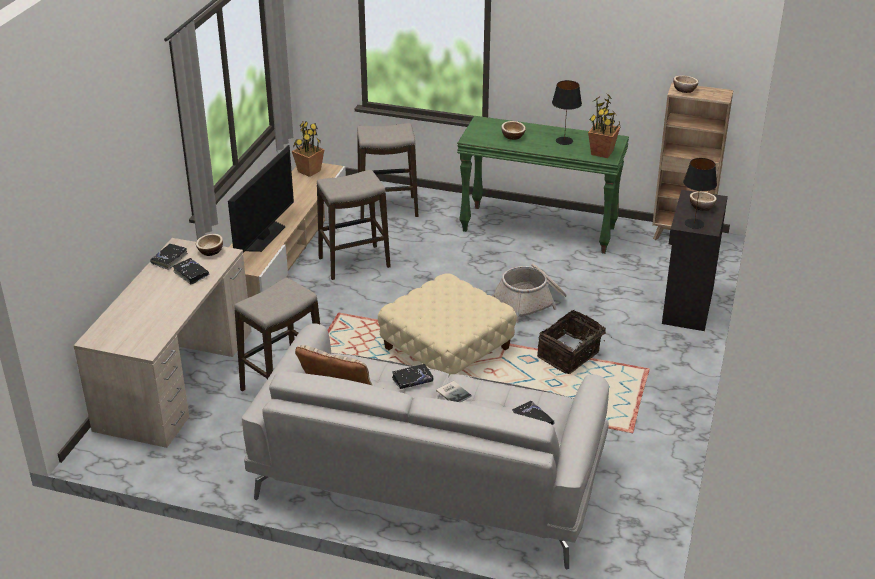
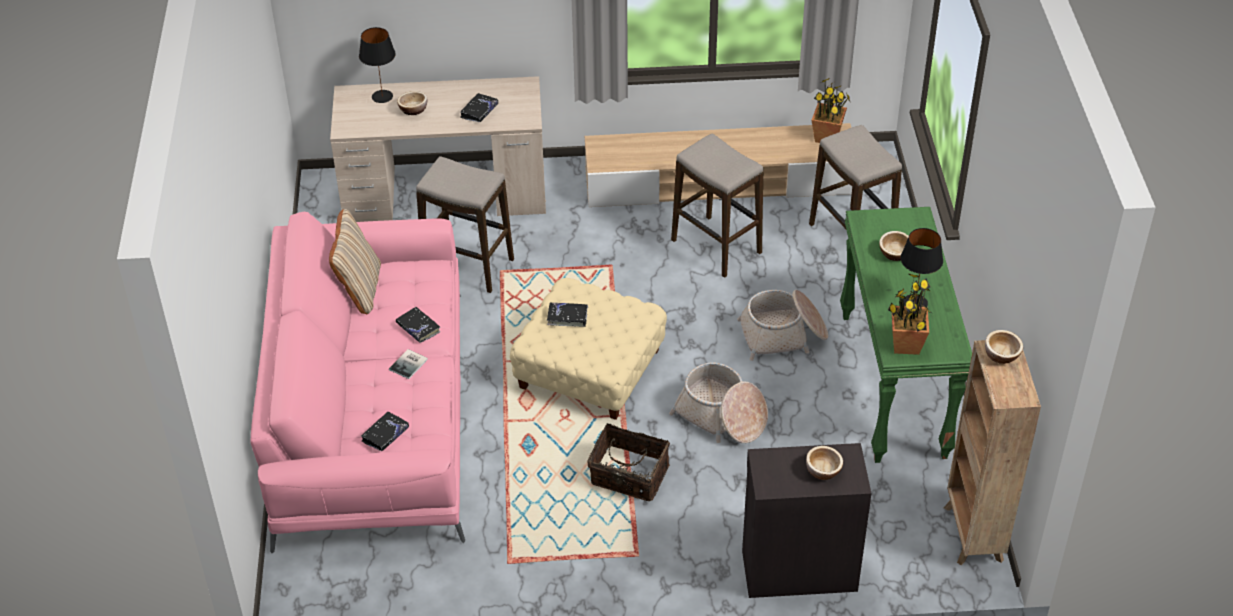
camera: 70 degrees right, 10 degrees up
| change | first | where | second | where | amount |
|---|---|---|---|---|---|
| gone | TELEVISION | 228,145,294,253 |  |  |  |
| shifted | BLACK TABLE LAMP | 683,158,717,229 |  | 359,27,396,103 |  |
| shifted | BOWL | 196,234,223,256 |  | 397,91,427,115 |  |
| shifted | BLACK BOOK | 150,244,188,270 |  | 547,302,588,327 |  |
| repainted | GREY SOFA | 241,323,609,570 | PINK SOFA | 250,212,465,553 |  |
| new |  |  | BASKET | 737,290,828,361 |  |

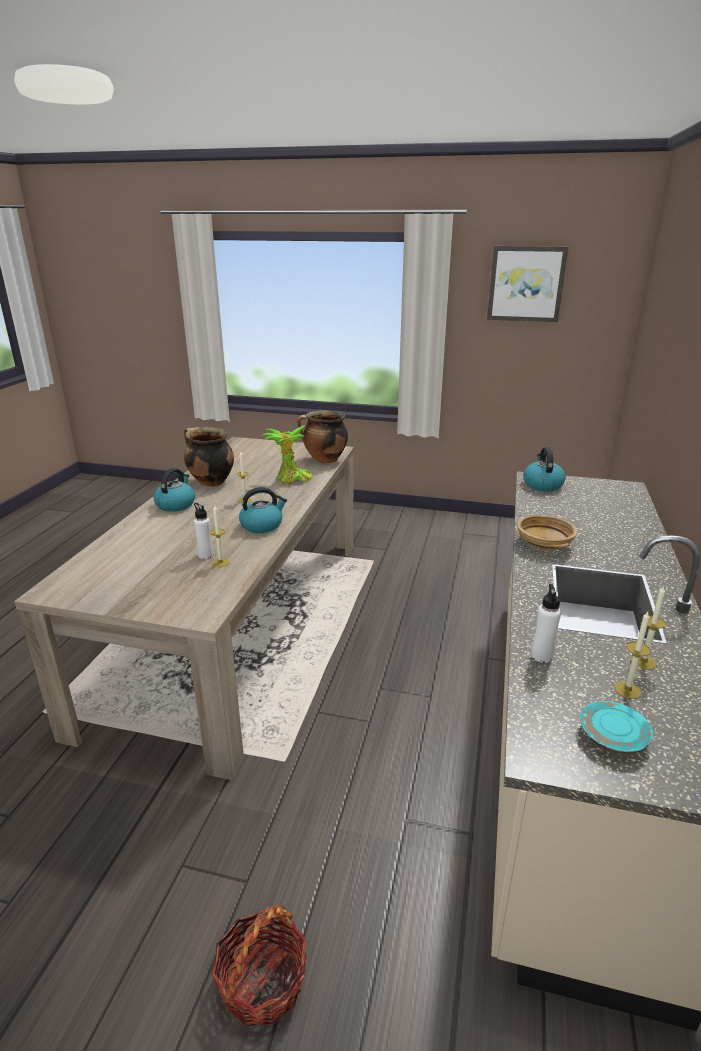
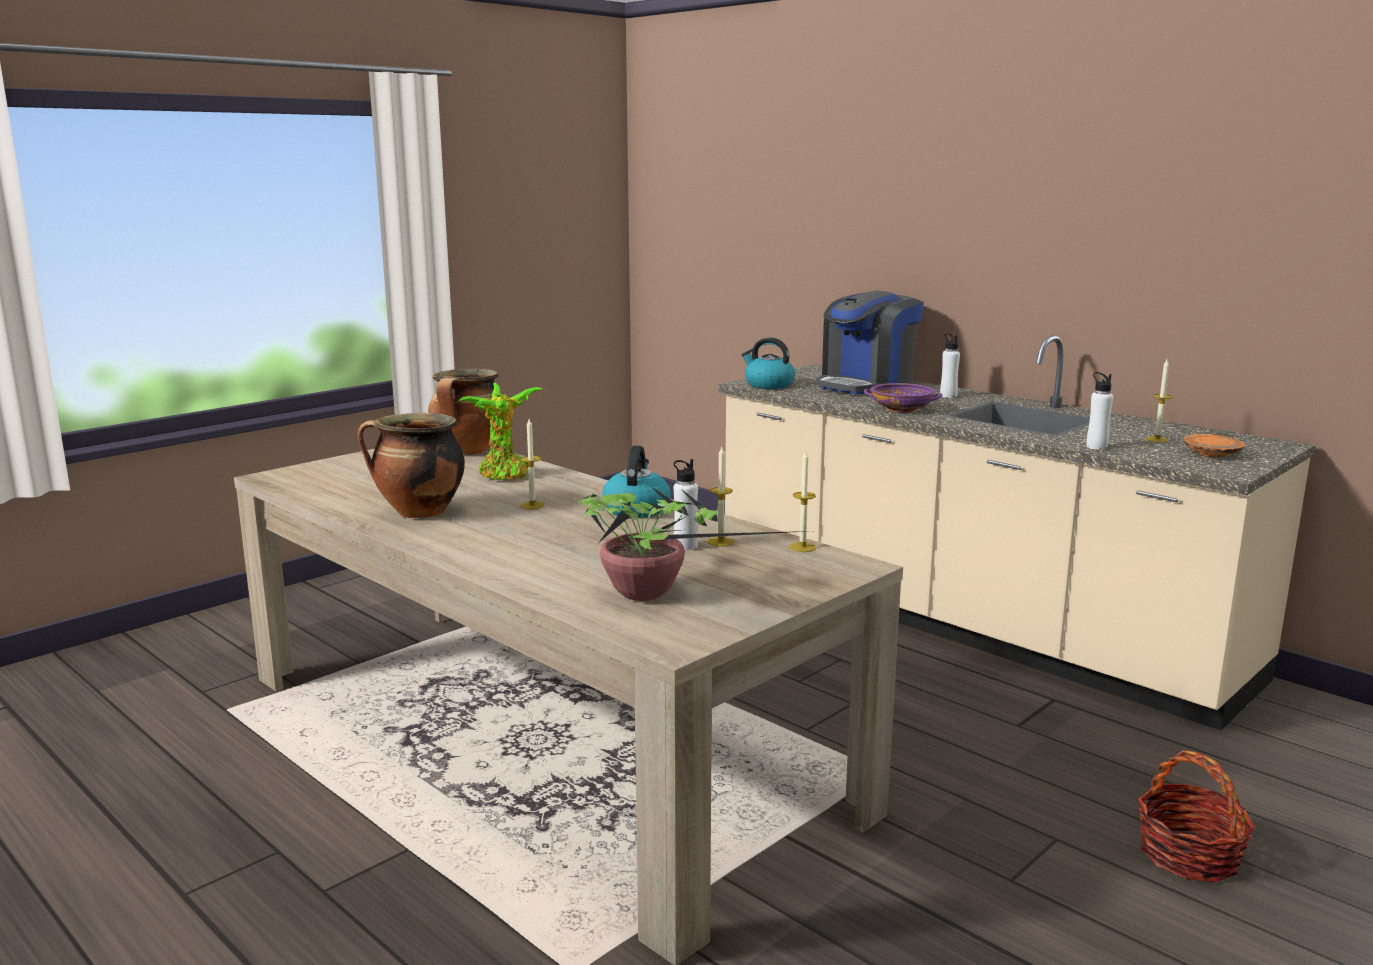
camera: 60 degrees left, 10 degrees down
| change | first | where | second | where | amount |
|---|---|---|---|---|---|
| gone | PICTURE | 487,246,568,322 |  |  |  |
| gone | KETTLE | 154,468,195,512 |  |  |  |
| repainted | BEIGE BOWL | 517,515,577,550 | PURPLE BOWL | 864,383,943,413 |  |
| shifted | CANDLE | 631,586,666,670 |  | 789,451,816,552 |  |
| repainted | TURQUOISE PLATE | 580,701,653,754 | ORANGE PLATE | 1184,434,1245,458 |  |
| new |  |  | COFFEE MACHINE | 815,291,924,394 |  |
| new |  |  | WHITE BOTTLE | 940,333,960,398 |  |
| new |  |  | POTTED PLANT | 573,487,807,601 |  |

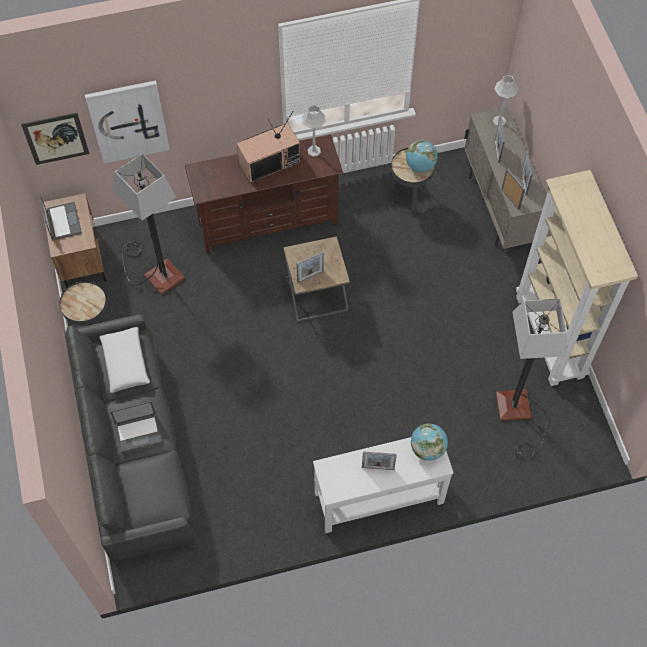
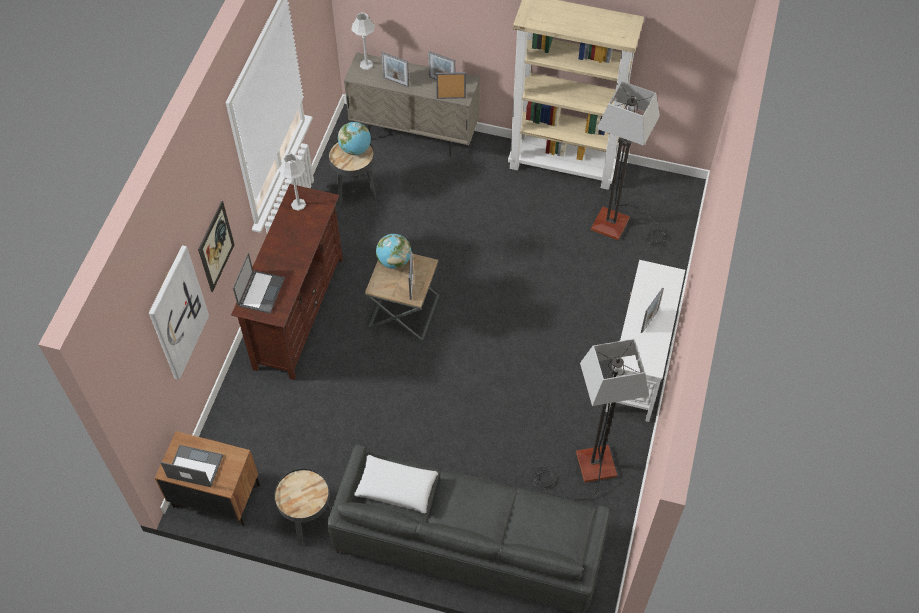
camera: 60 degrees left, 5 degrees down
| change | first | where | second | where | amount |
|---|---|---|---|---|---|
| gone | TELEVISION | 237,111,300,183 |  |  |  |
| shifted | PICTURE | 21,113,89,165 |  | 198,201,235,292 |  |
| shifted | FLOOR LAMP | 112,153,185,295 |  | 533,339,649,500 |  |
| shifted | LAPTOP | 110,401,162,453 |  | 233,253,285,314 |  |
| shifted | GLOBE | 411,424,448,461 |  | 376,234,411,269 |  |

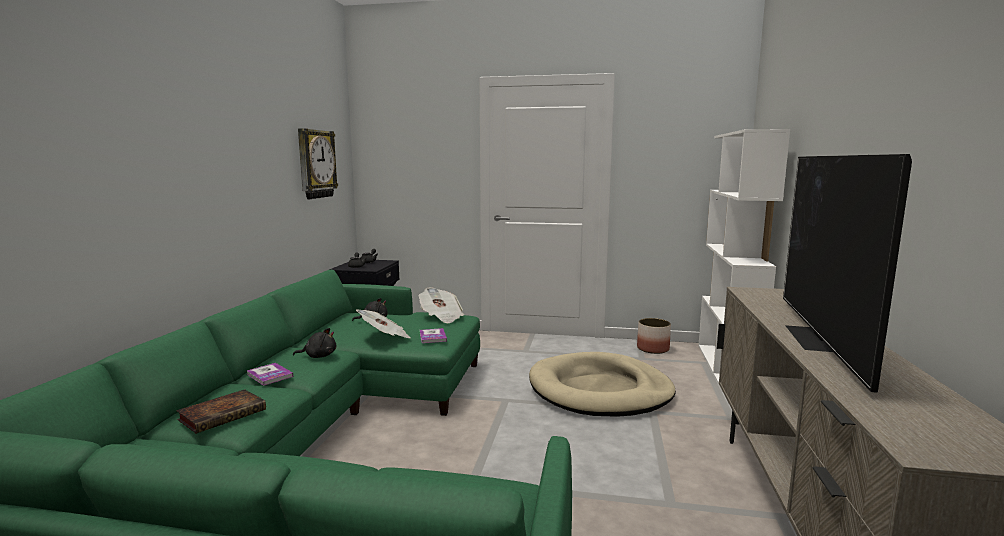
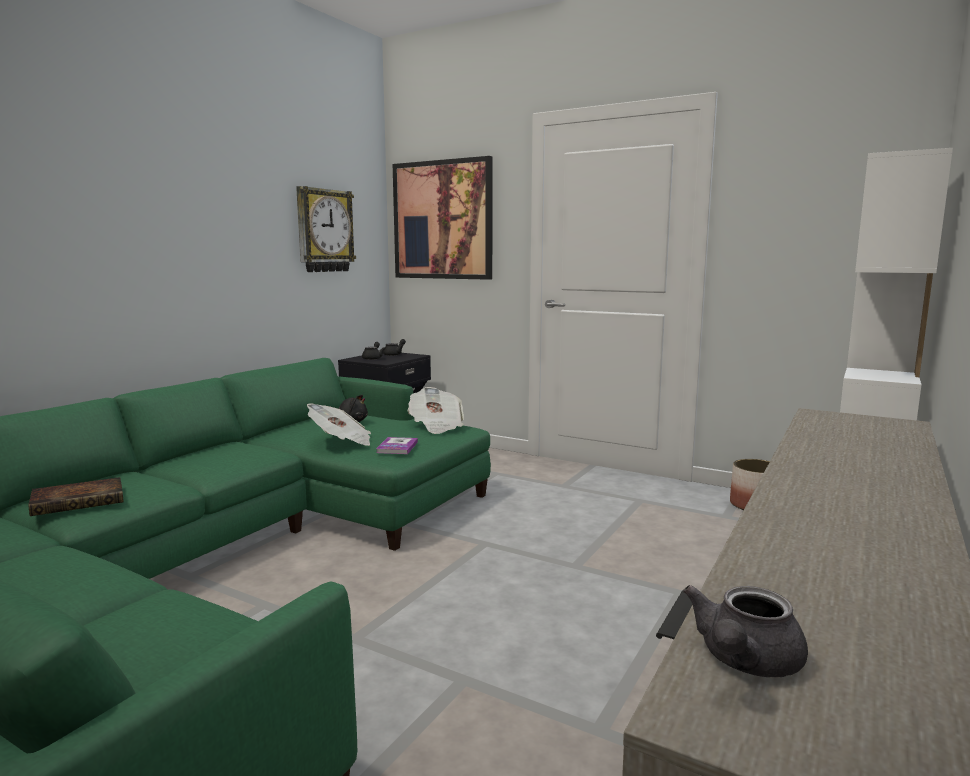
camera: 20 degrees right, 0 degrees up
| change | first | where | second | where | amount |
|---|---|---|---|---|---|
| gone | TELEVISION | 783,154,912,393 |  |  |  |
| gone | BLACK PLUSH TOY | 293,328,336,358 |  |  |  |
| gone | BEIGE DOG BED | 529,352,676,417 |  |  |  |
| gone | BOOK | 247,363,293,386 |  |  |  |
| new |  |  | PICTURE | 393,156,493,280 |  |
| new |  |  | GREY TEAPOT | 683,585,808,677 |  |

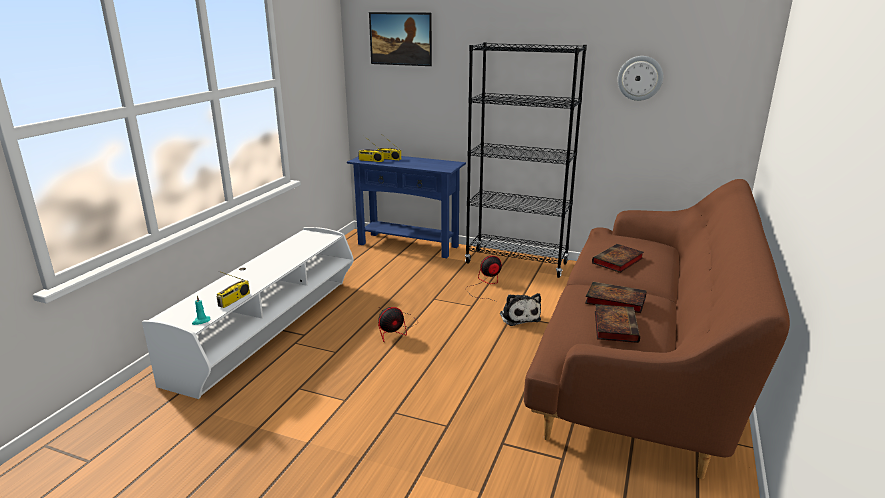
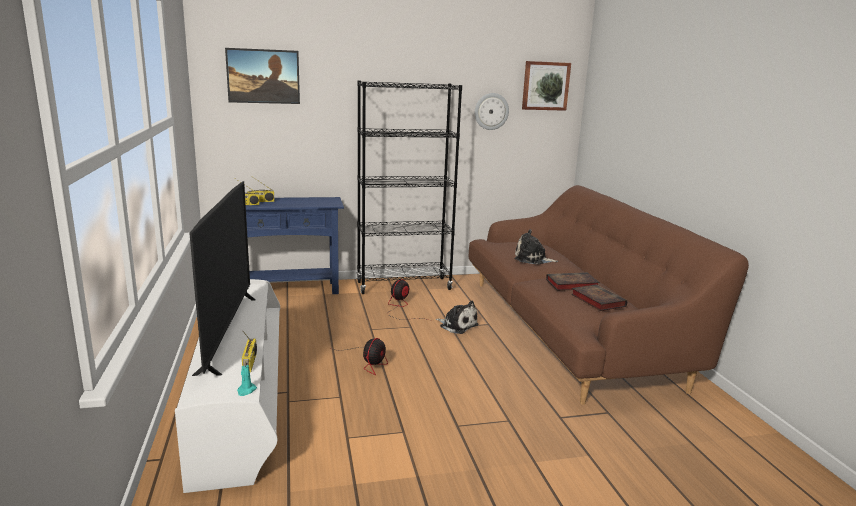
camera: 35 degrees left, 5 degrees down
| change | first | where | second | where | amount |
|---|---|---|---|---|---|
| swapped | BOOK | 592,244,644,273 | PLUSH TOY | 514,229,558,264 |  |
| new |  |  | PICTURE | 522,61,571,111 |  |
| new |  |  | TELEVISION | 189,181,256,376 |  |

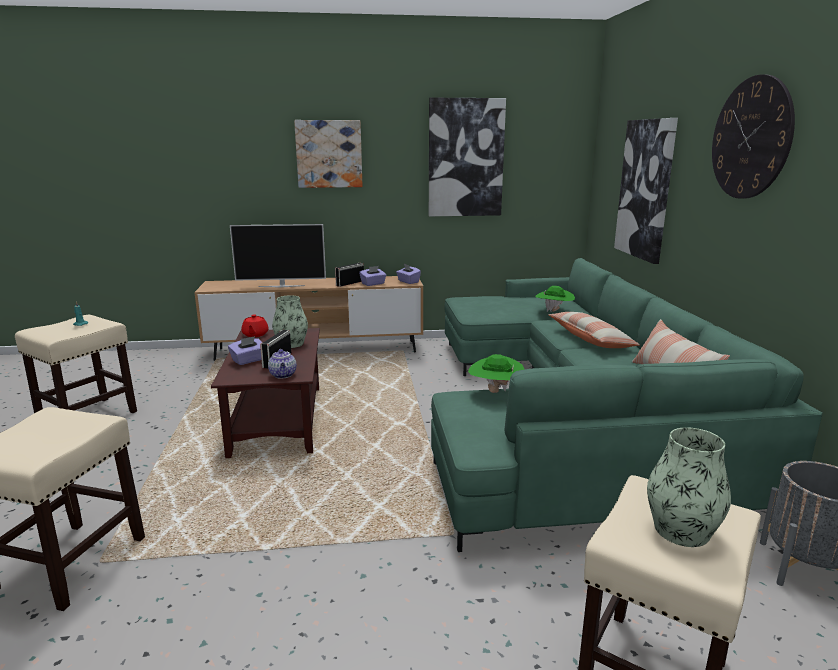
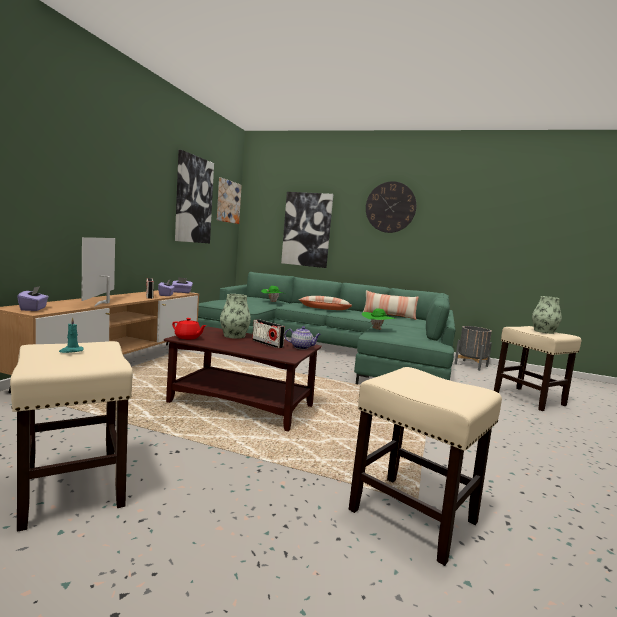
camera: 65 degrees left, 10 degrees down
| change | first | where | second | where | amount |
|---|---|---|---|---|---|
| shifted | PICTURE | 294,120,362,188 |  | 217,178,242,224 |  |
| rotated | TELEVISION | 230,224,326,287 |  | 82,237,115,306 | 150 degrees clockwise |
| shifted | PURPLE TISSUE BOX | 228,336,262,365 |  | 17,286,49,311 |  |

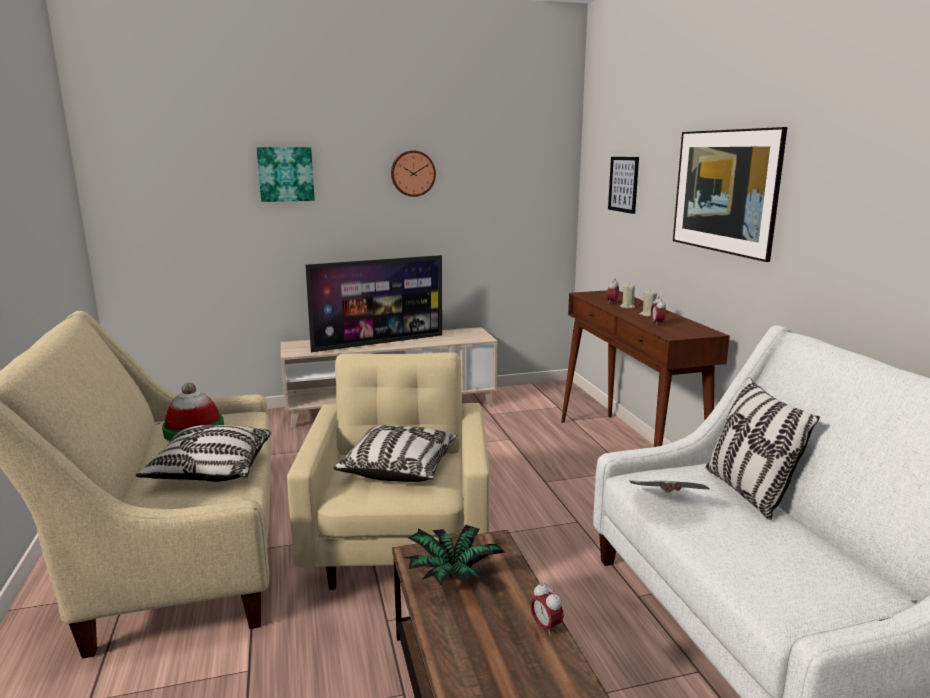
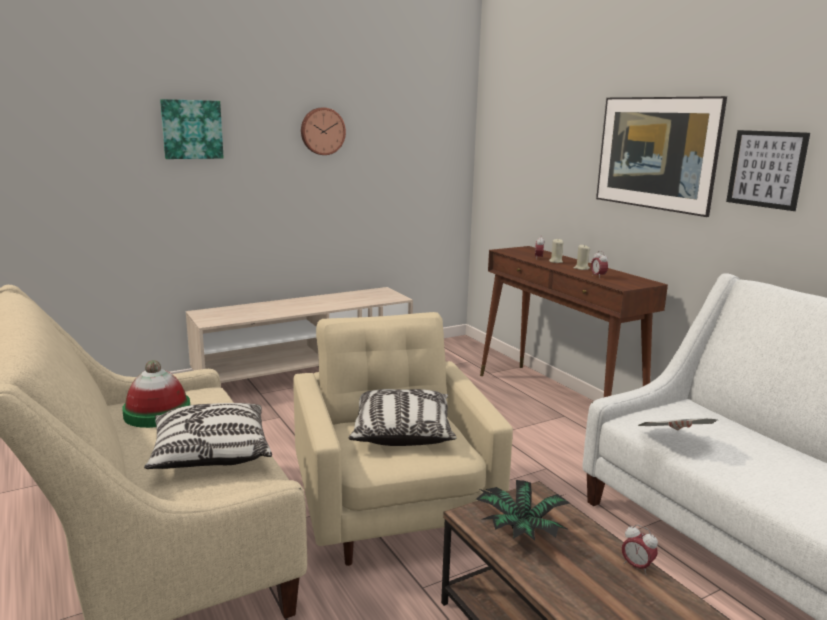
camera: 15 degrees left, 0 degrees up
| change | first | where | second | where | amount |
|---|---|---|---|---|---|
| shifted | PICTURE | 608,157,639,214 |  | 726,130,810,211 |  |
| gone | TELEVISION | 305,255,442,352 |  |  |  |
| gone | PILLOW | 706,377,820,520 |  |  |  |

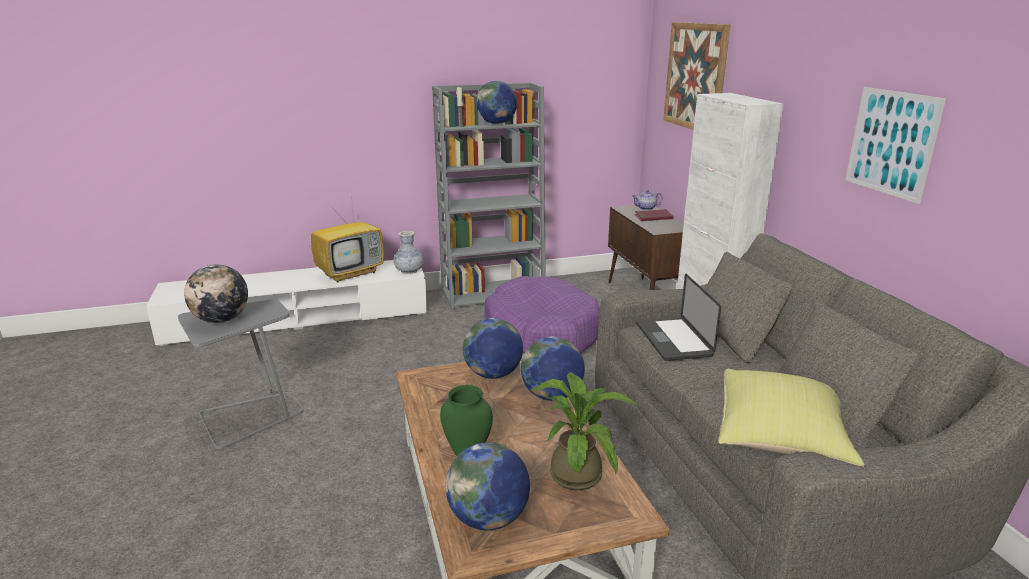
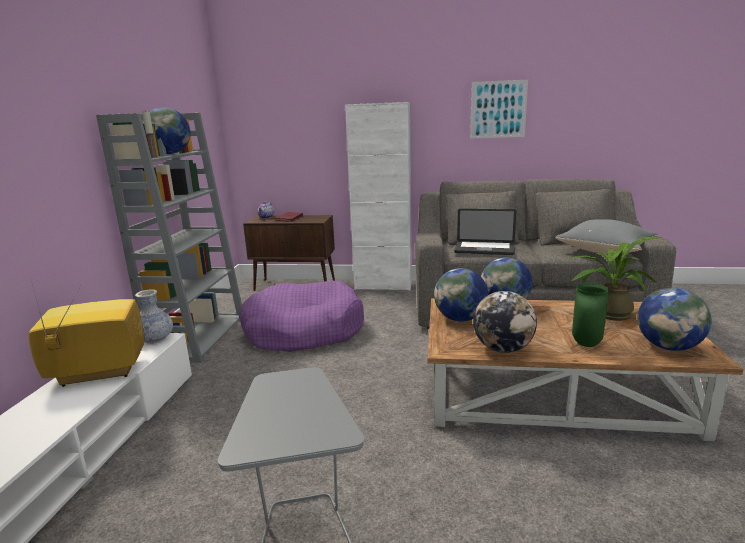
camera: 65 degrees left, 5 degrees down
| change | first | where | second | where | amount |
|---|---|---|---|---|---|
| gone | PICTURE | 663,22,730,130 |  |  |  |
| rotated | TELEVISION | 311,197,384,283 |  | 29,281,144,387 | 90 degrees counterclockwise |
| shifted | GLOBE | 184,264,248,323 |  | 473,291,537,353 |  |
| repainted | YELLOW PILLOW | 718,369,864,467 | GREY PILLOW | 555,219,658,254 |  |

